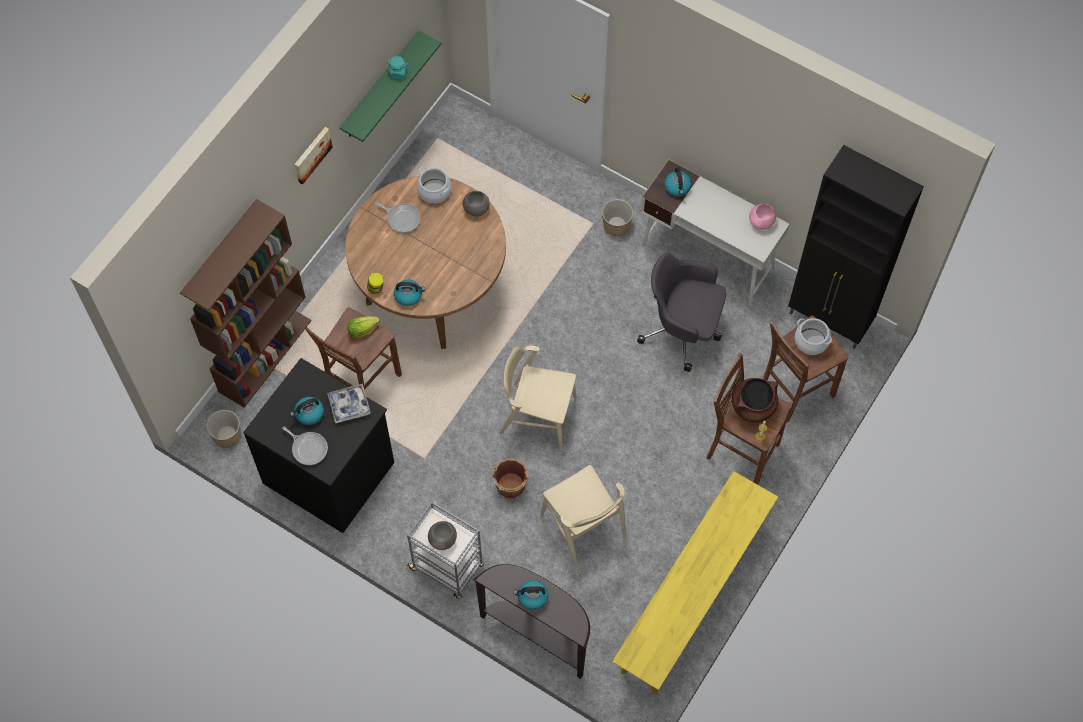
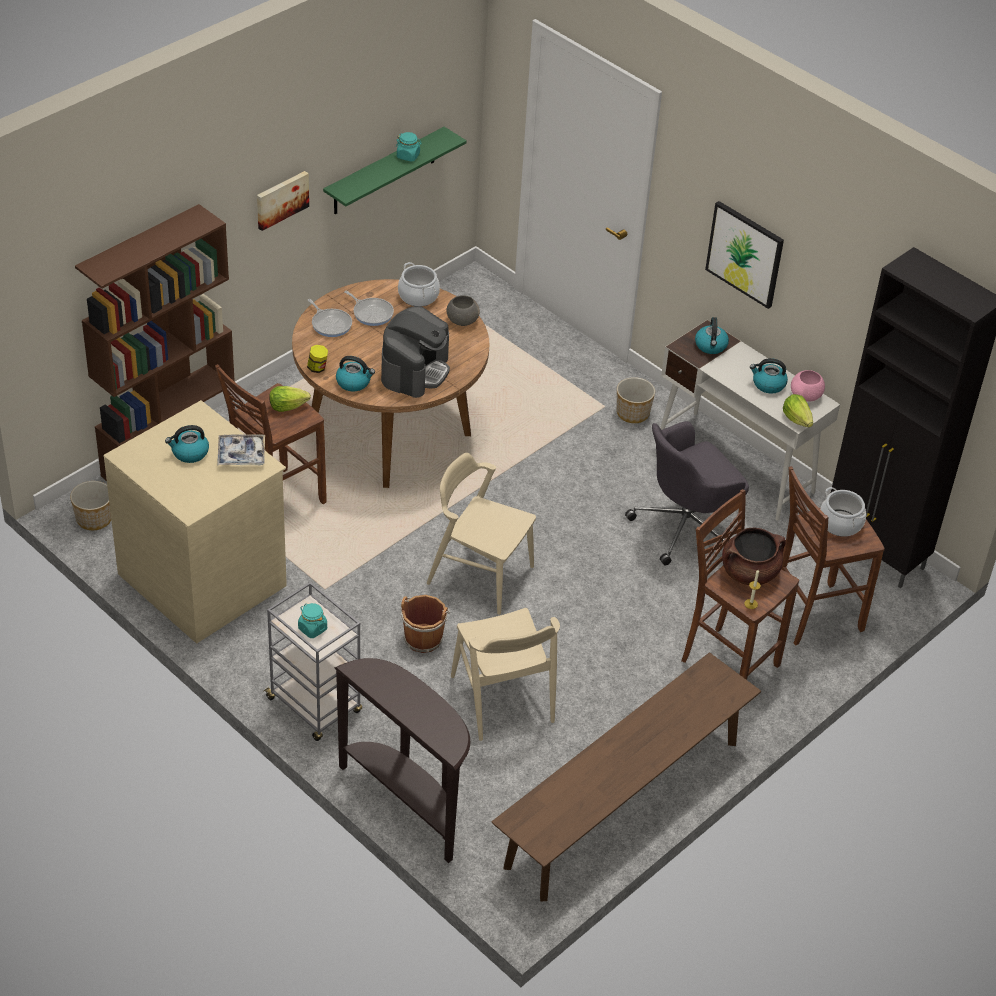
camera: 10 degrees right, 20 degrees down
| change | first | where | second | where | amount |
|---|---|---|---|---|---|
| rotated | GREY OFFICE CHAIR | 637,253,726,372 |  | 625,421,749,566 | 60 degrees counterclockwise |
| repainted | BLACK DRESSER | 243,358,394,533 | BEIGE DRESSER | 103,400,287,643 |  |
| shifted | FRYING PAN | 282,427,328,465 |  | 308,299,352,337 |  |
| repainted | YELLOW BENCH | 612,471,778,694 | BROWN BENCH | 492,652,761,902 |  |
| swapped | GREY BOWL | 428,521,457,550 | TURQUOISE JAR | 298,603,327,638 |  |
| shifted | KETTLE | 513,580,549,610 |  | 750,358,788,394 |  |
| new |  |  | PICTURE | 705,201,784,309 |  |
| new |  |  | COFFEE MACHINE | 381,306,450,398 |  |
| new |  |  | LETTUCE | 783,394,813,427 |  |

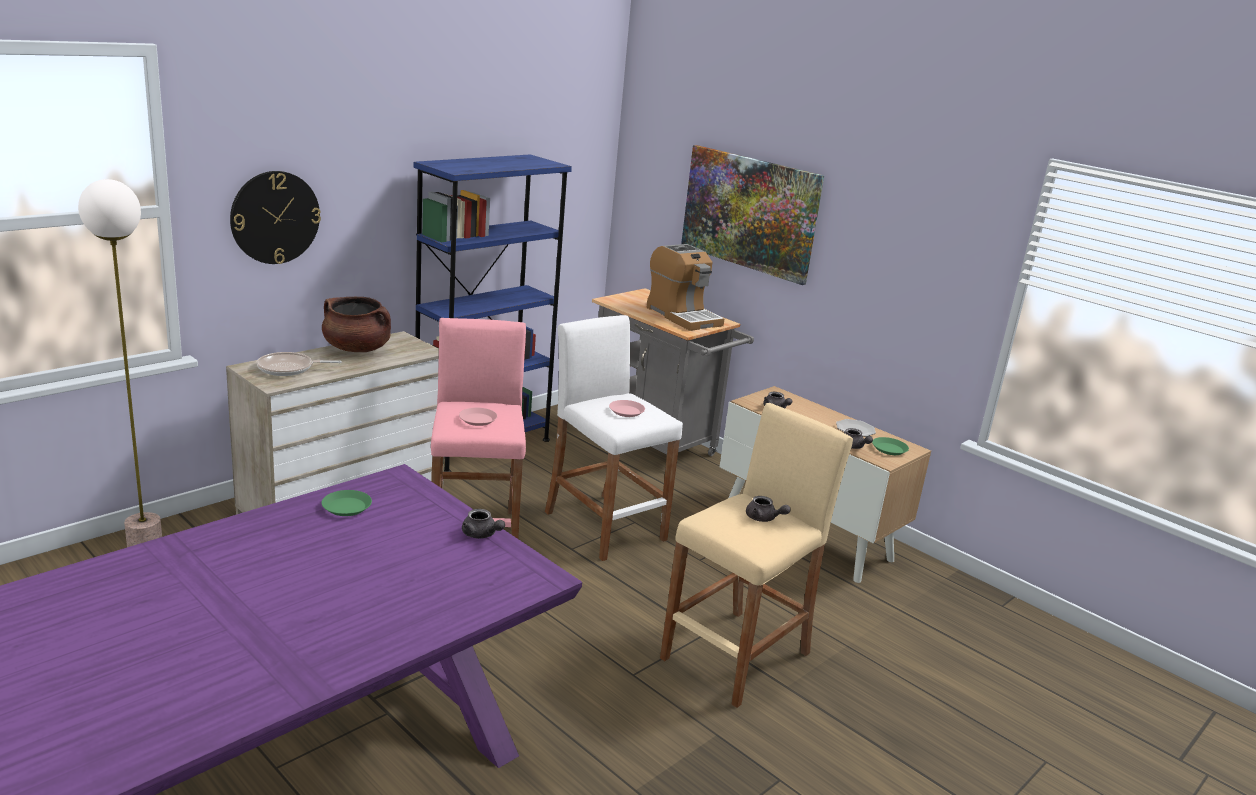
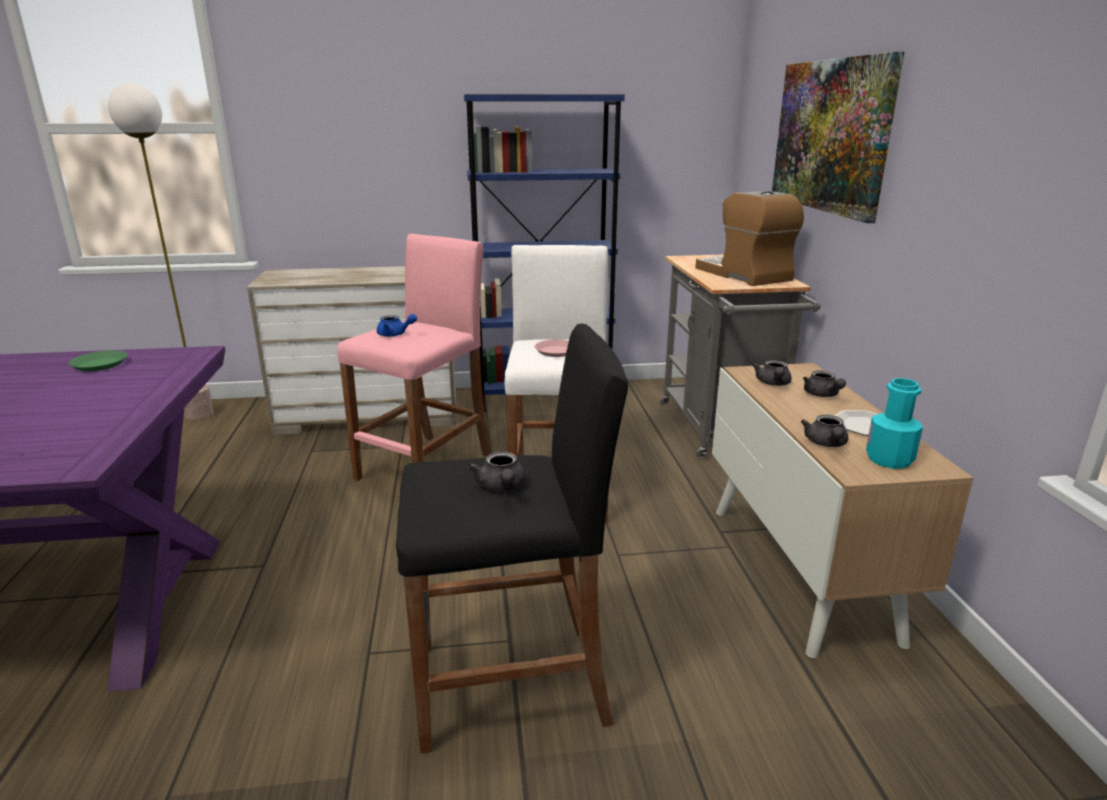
camera: 40 degrees right, 0 degrees up
| change | first | where | second | where | amount |
|---|---|---|---|---|---|
| gone | WALL CLOCK | 230,171,321,264 |  |  |  |
| rotated | COFFEE MACHINE | 647,244,724,331 |  | 695,191,804,286 | 150 degrees clockwise |
| gone | BROWN COOKING POT | 322,297,391,352 |  |  |  |
| gone | FRYING PAN | 257,352,342,376 |  |  |  |
| repainted | BEIGE STOOL | 660,403,853,708 | BLACK STOOL | 396,323,628,753 |  |
| swapped | PINK PLATE | 459,408,497,426 | BLUE TEAPOT | 377,314,417,337 |  |
| swapped | GREEN PLATE | 872,437,909,455 | TURQUOISE BOTTLE | 866,378,923,469 |  |
| shifted | GREY TEAPOT | 462,509,505,539 |  | 803,370,846,397 |  |

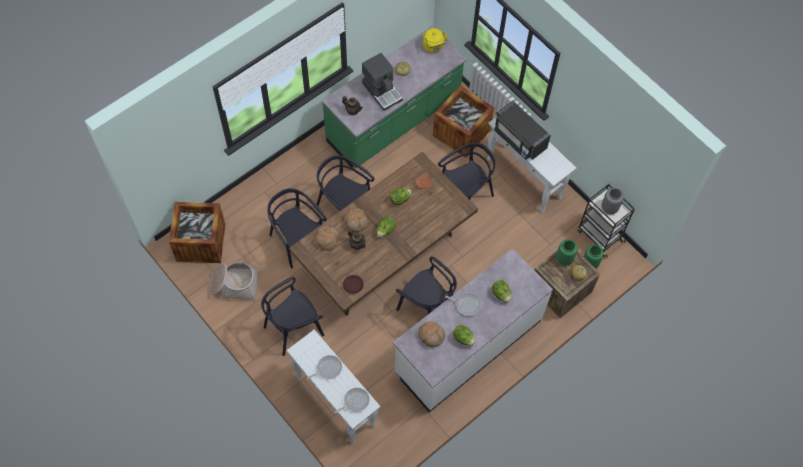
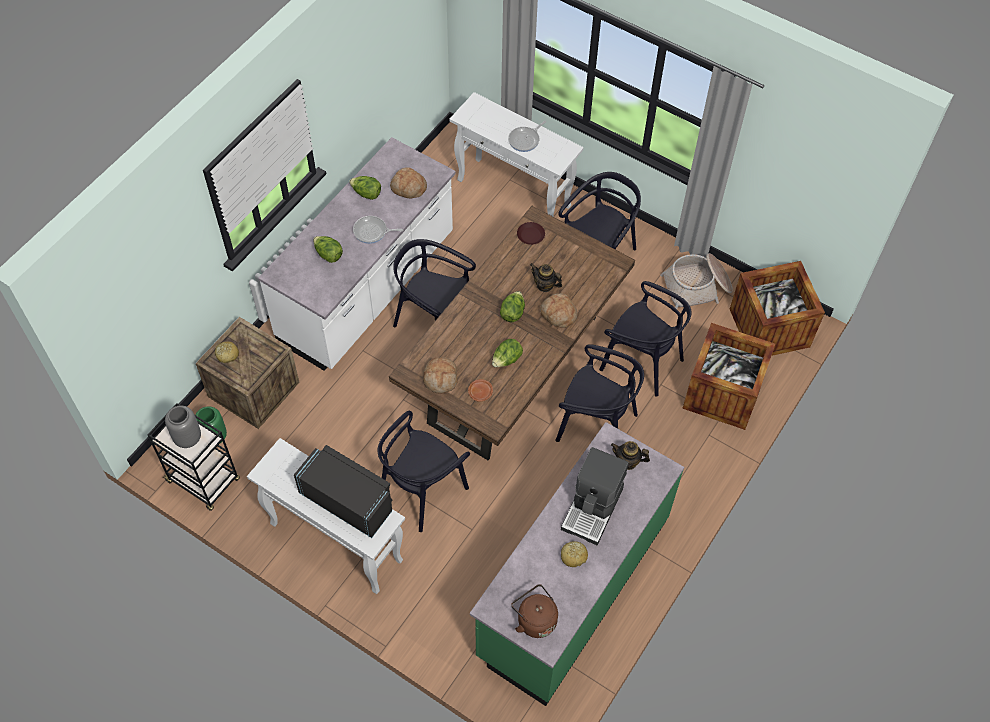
camera: 165 degrees right, 5 degrees down
| change | first | where | second | where | amount |
|---|---|---|---|---|---|
| repainted | YELLOW KETTLE | 423,28,448,53 | BROWN KETTLE | 511,584,558,638 |  |
| rotated | COFFEE MACHINE | 362,53,403,111 |  | 561,447,629,545 | 105 degrees counterclockwise |
| shifted | CRATE | 433,85,494,158 |  | 682,323,775,430 |  |
| shifted | BREAD | 316,226,340,251 |  | 423,357,458,394 |  |
| gone | GREEN VASE | 556,239,578,266 |  |  |  |
| gone | FRYING PAN | 335,388,370,413 |  |  |  |

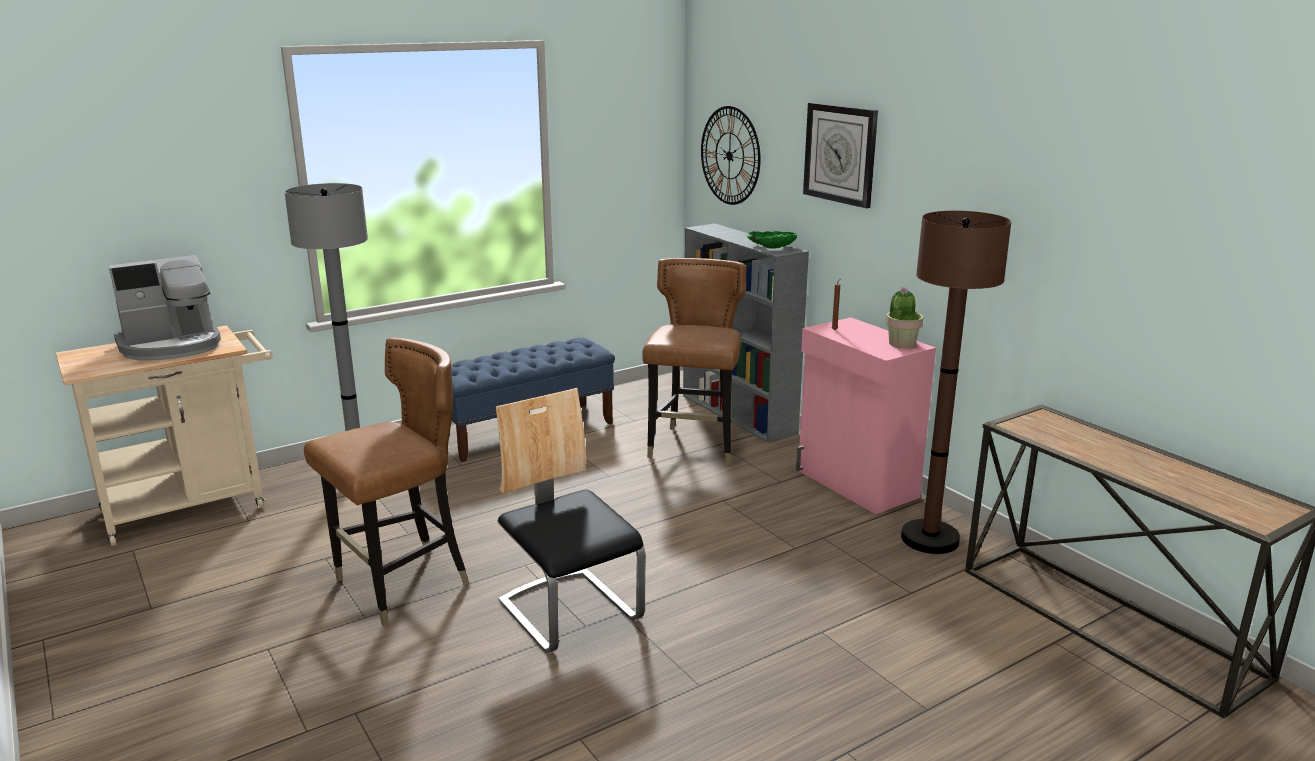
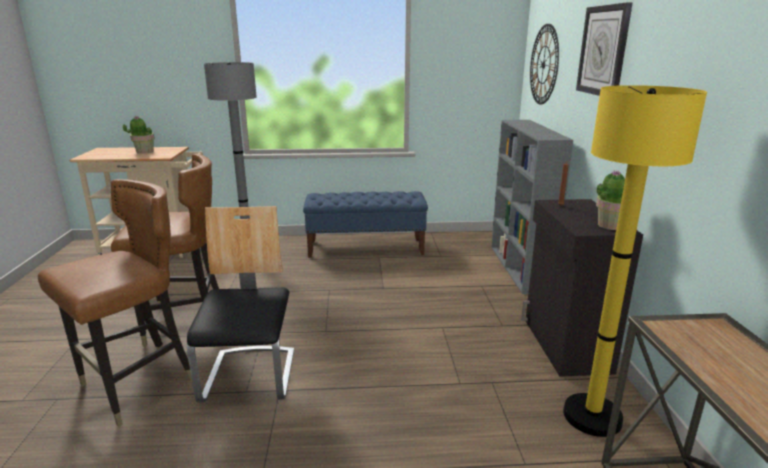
camera: 30 degrees right, 0 degrees up
| change | first | where | second | where | amount |
|---|---|---|---|---|---|
| repainted | BROWN FLOOR LAMP | 901,211,1012,554 | YELLOW FLOOR LAMP | 563,85,707,437 |  |
| gone | GREEN BOWL | 746,231,797,249 |  |  |  |
| swapped | COFFEE MACHINE | 109,255,221,361 | POTTED PLANT | 123,116,155,154 |  |
| shifted | BROWN CHAIR | 642,258,746,465 |  | 38,179,192,427 |  |
| repainted | PINK CABINET | 796,317,936,514 | BLACK CABINET | 521,199,643,377 |  |

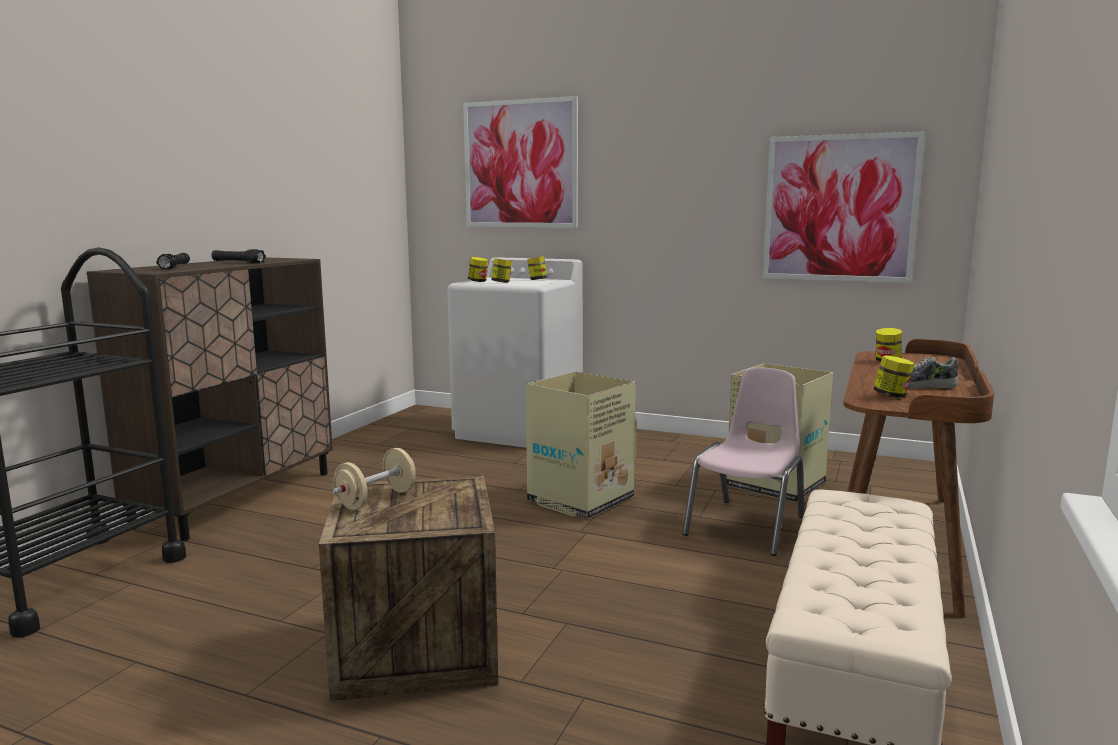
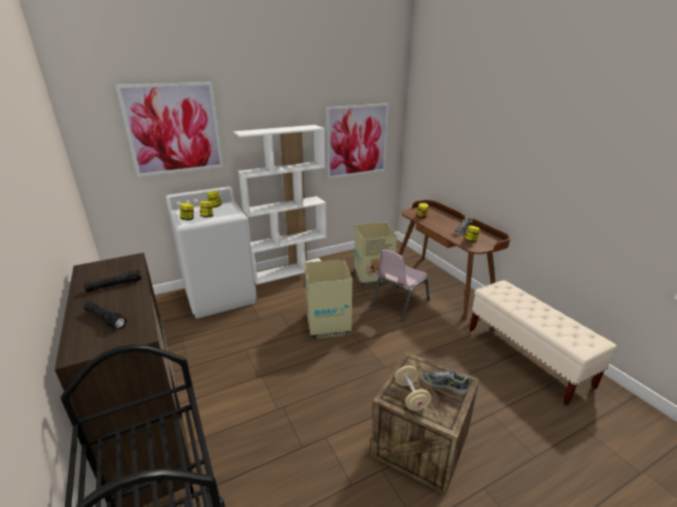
camera: 50 degrees left, 15 degrees up
| change | first | where | second | where | amount |
|---|---|---|---|---|---|
| rotated | PINK CHAIR | 682,367,804,556 |  | 371,249,430,321 | 120 degrees counterclockwise |
| new |  |  | WHITE BOOKCASE | 233,125,327,285 |  |
| new |  |  | SHOE | 422,370,469,394 |  |

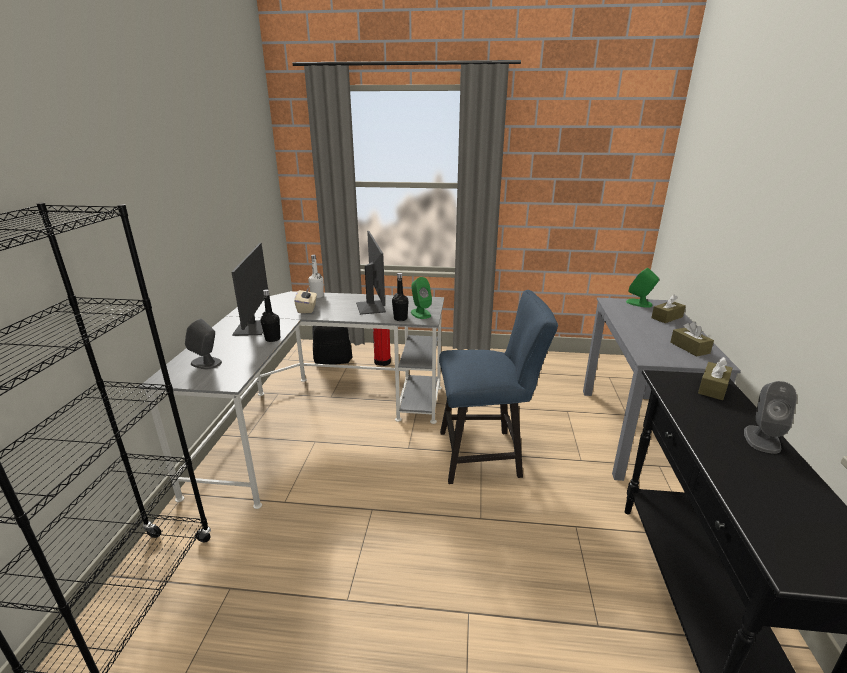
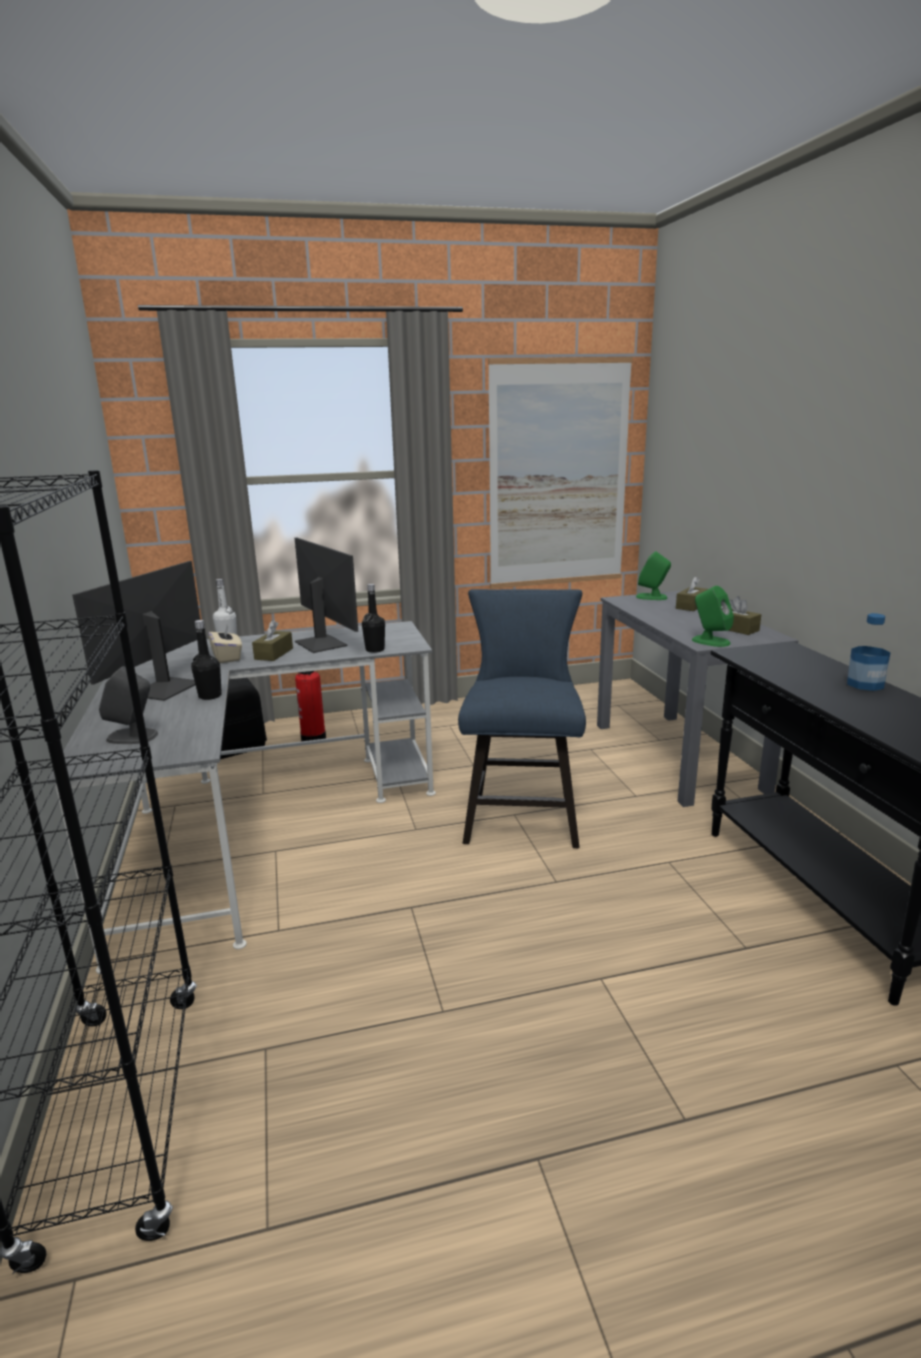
camera: 20 degrees left, 5 degrees down
| change | first | where | second | where | amount |
|---|---|---|---|---|---|
| rotated | MONITOR | 232,243,268,336 |  | 72,561,200,701 | 135 degrees counterclockwise |
| shifted | GREEN SPEAKER | 411,277,432,319 |  | 692,586,734,647 |  |
| rotated | BLUE CHAIR | 439,290,558,484 |  | 458,589,586,848 | 60 degrees counterclockwise |
| shifted | BROWN TISSUE BOX | 698,357,732,400 |  | 252,620,293,661 |  |
| swapped | GREY SPEAKER | 744,381,797,454 | BOTTLE | 847,613,891,691 |  |
| new |  |  | PICTURE | 488,357,633,589 |  |

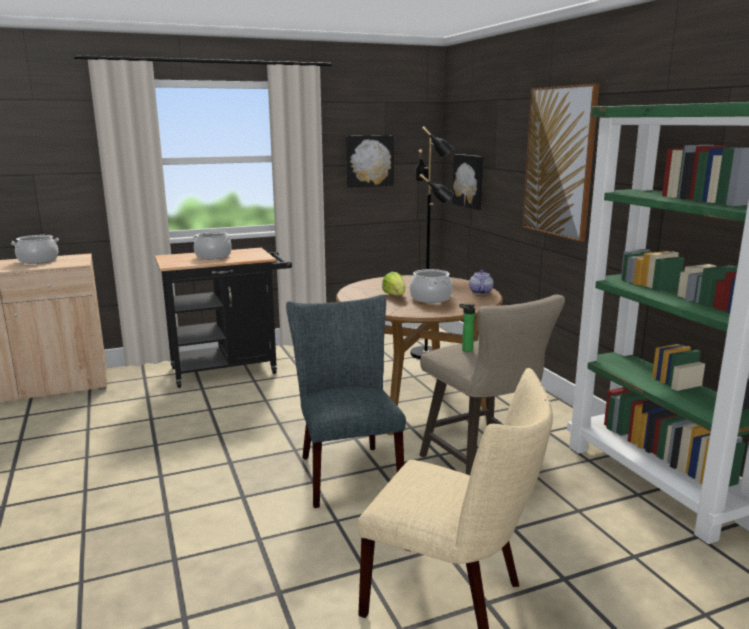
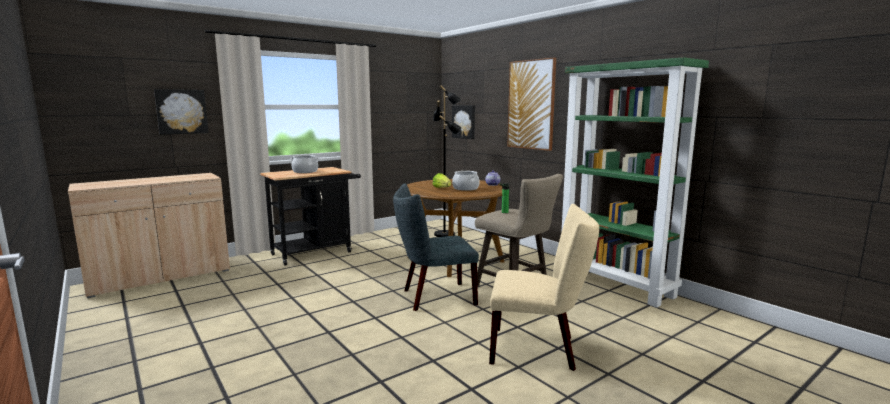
camera: 15 degrees left, 5 degrees down
| change | first | where | second | where | amount |
|---|---|---|---|---|---|
| shifted | PICTURE | 346,135,394,188 |  | 154,89,209,135 |  |
| gone | COOKING POT | 11,235,59,264 |  |  |  |
| rotated | GREY CHAIR | 286,295,406,508 |  | 393,183,479,311 | 75 degrees counterclockwise |

